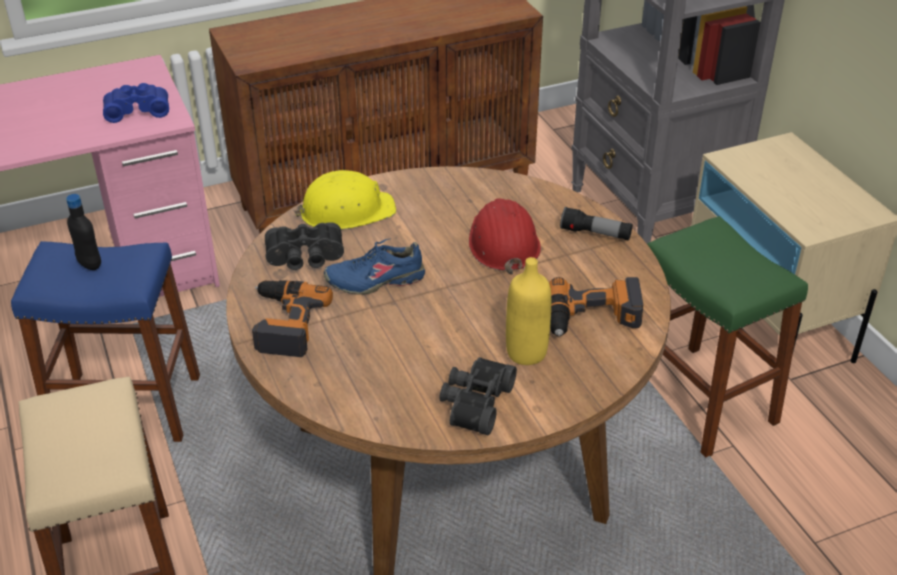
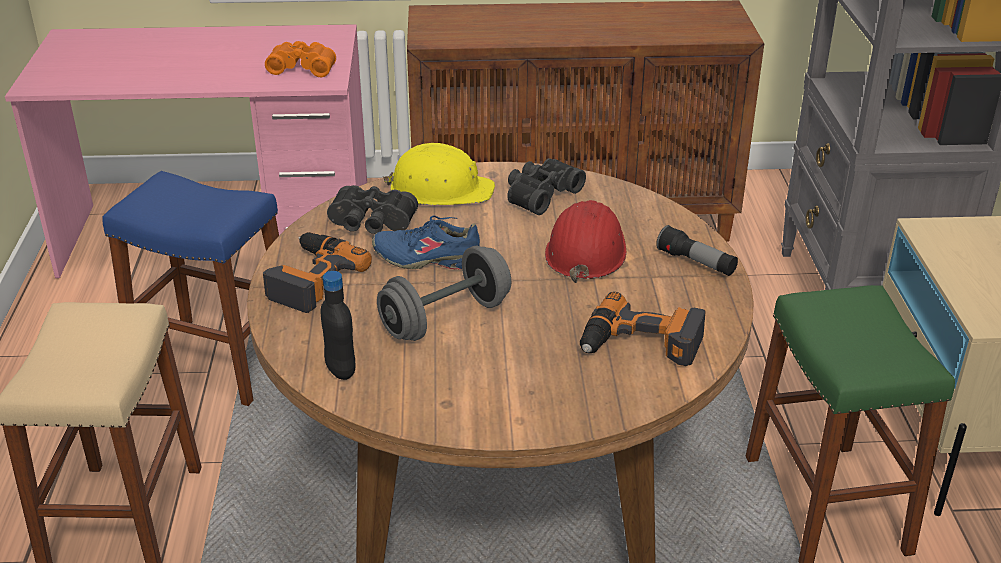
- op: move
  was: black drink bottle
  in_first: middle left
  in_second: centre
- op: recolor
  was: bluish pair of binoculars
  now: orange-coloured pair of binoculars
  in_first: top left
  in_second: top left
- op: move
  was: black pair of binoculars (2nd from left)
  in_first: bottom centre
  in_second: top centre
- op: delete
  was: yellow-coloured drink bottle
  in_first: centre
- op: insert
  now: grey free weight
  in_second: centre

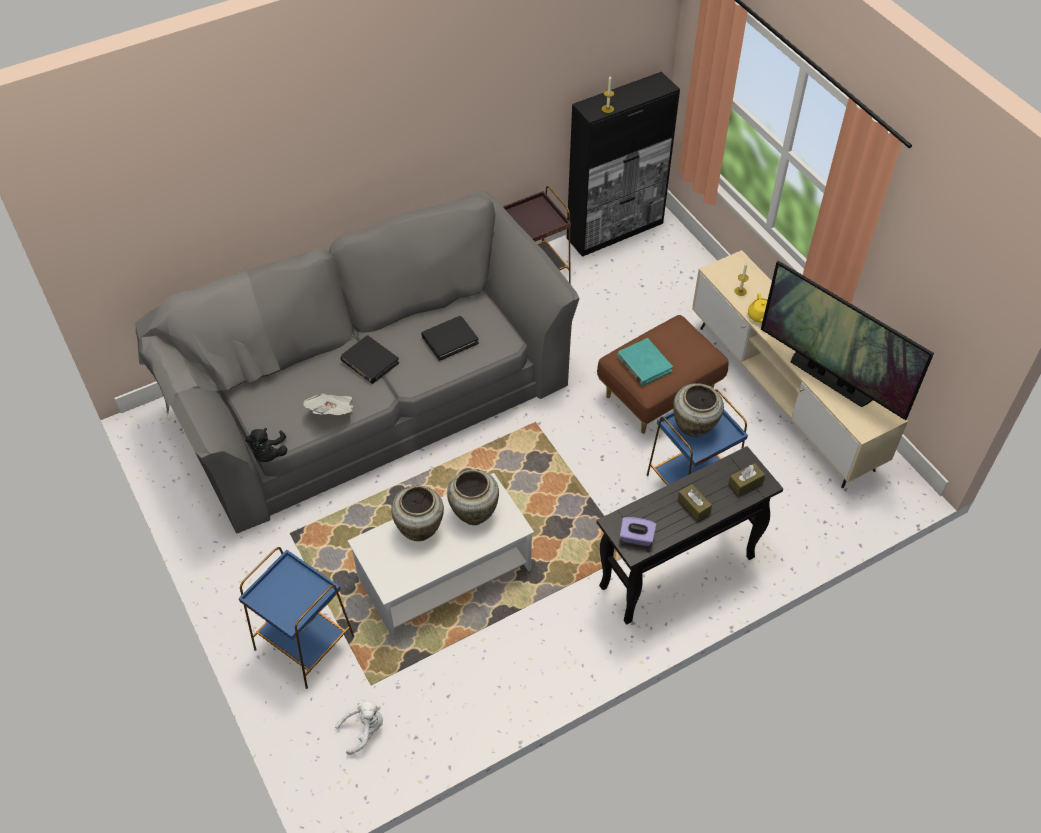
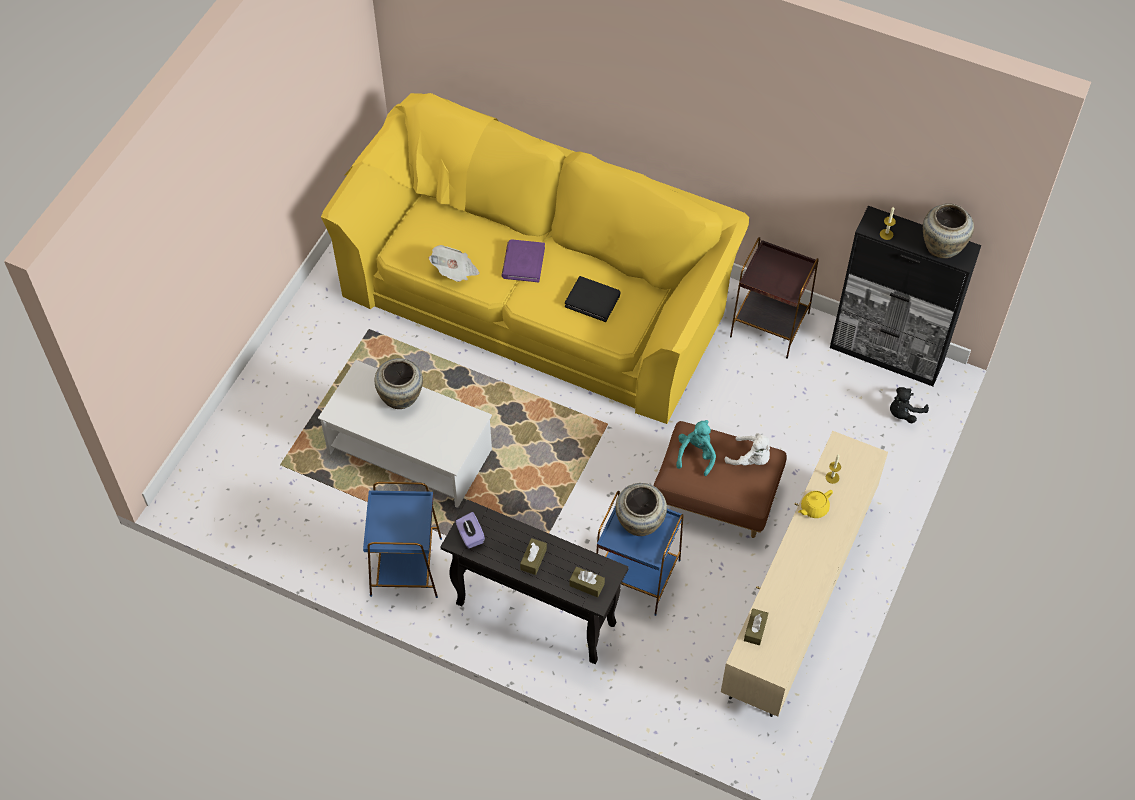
- op: recolor
  was: grey sofa
  now: yellow-coloured sofa
  in_first: centre
  in_second: top centre
- op: move
  was: bluish side table (1st from left)
  in_first: bottom left
  in_second: bottom centre
- op: move
  was: black plush toy
  in_first: middle left
  in_second: middle right
- op: move
  was: white-coloured plush toy
  in_first: bottom centre
  in_second: centre
- op: recolor
  was: black volume (1st from left)
  now: purplish volume
  in_first: centre
  in_second: top centre
- op: move
  was: sand-coloured vase (2nd from left in the first image)
  now: sand-coloured vase (3rd from left)
  in_first: centre
  in_second: top right
- op: replace
  was: blue-green volume
  now: blue-green plush toy
  in_first: centre
  in_second: centre
- op: delete
  was: TV
  in_first: middle right
- op: insert
  now: brownish tissue box (3rd from left)
  in_second: bottom centre

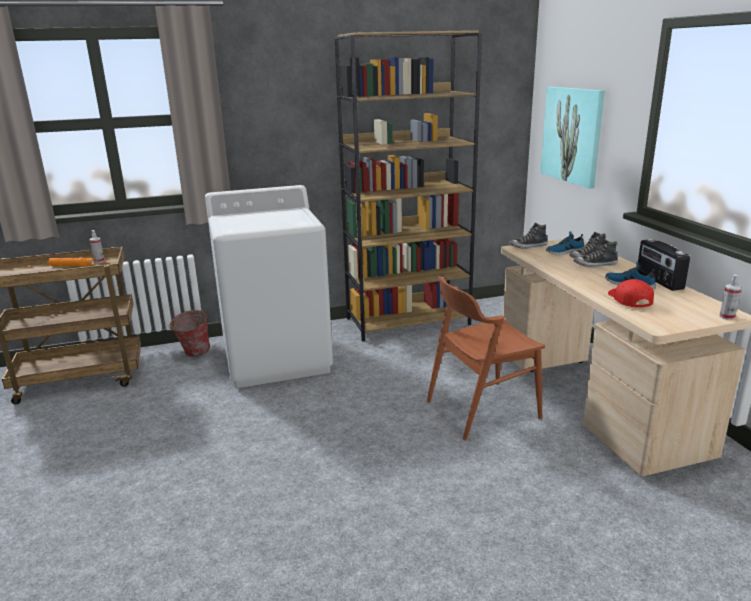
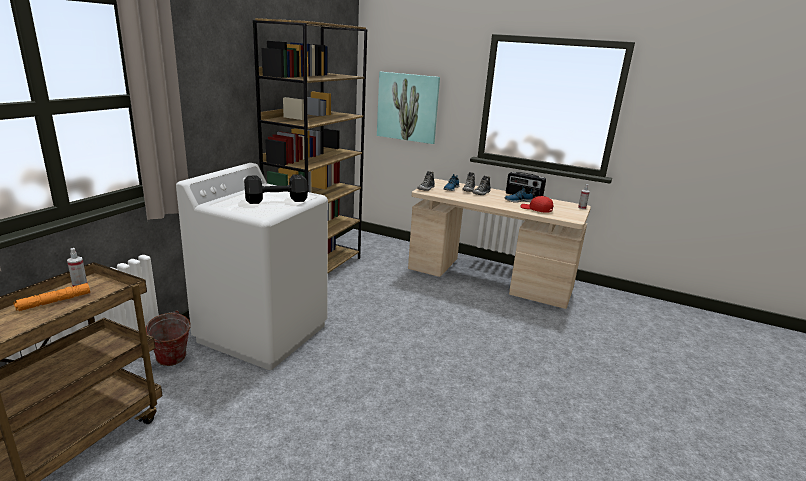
- op: delete
  was: brownish chair
  in_first: centre
- op: insert
  now: black free weight
  in_second: centre

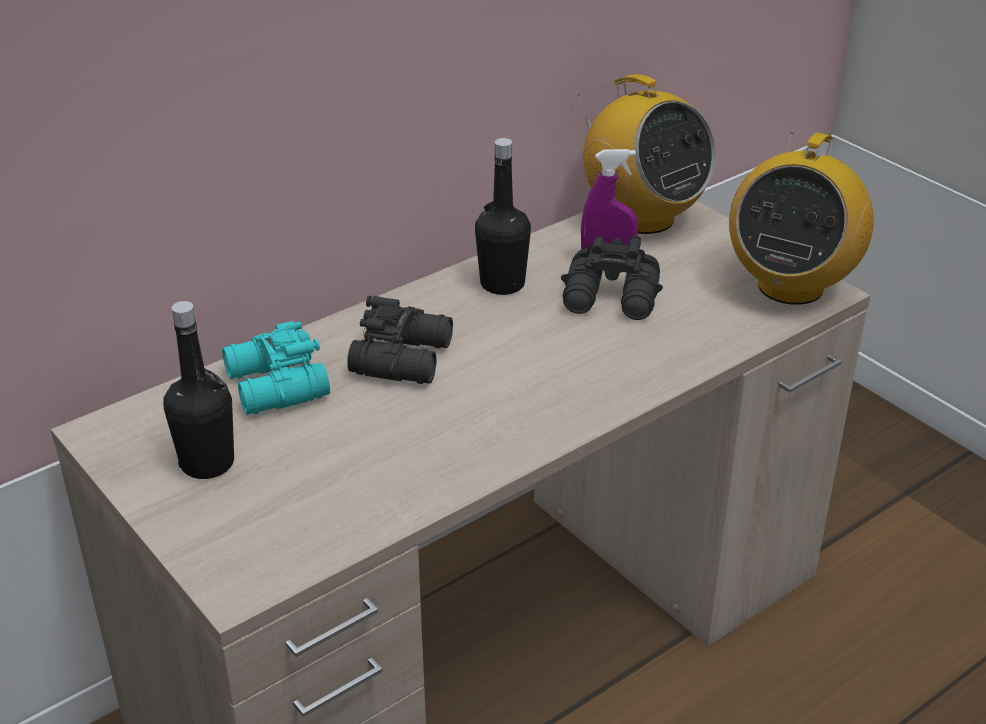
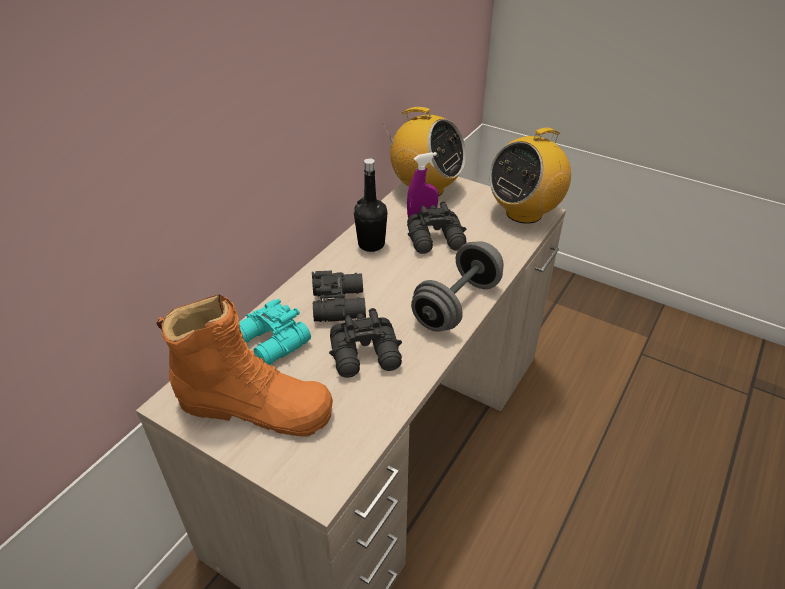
- op: replace
  was: black drink bottle (1st from left)
  now: orange-coloured tall boot
  in_first: middle left
  in_second: middle left
- op: rotate
  was: radio receiver (2nd from left)
  in_first: top right
  in_second: top right
  clockwise: 45
- op: insert
  now: black pair of binoculars (2nd from left)
  in_second: centre
- op: insert
  now: grey free weight
  in_second: centre

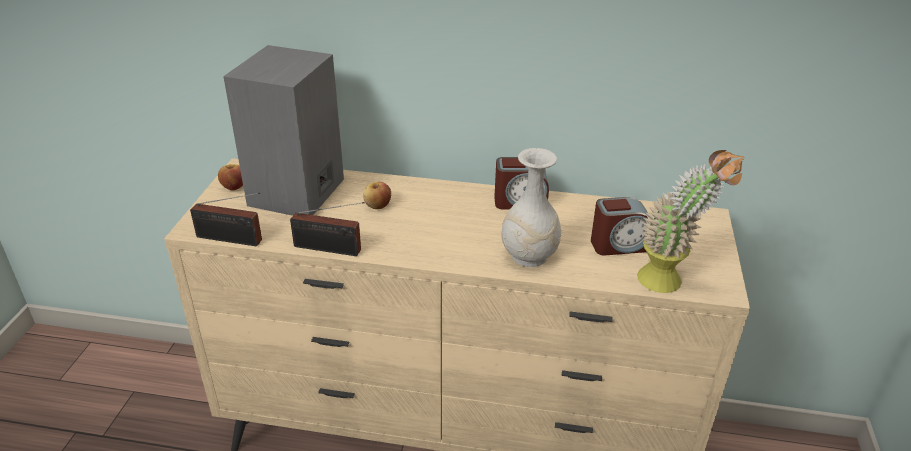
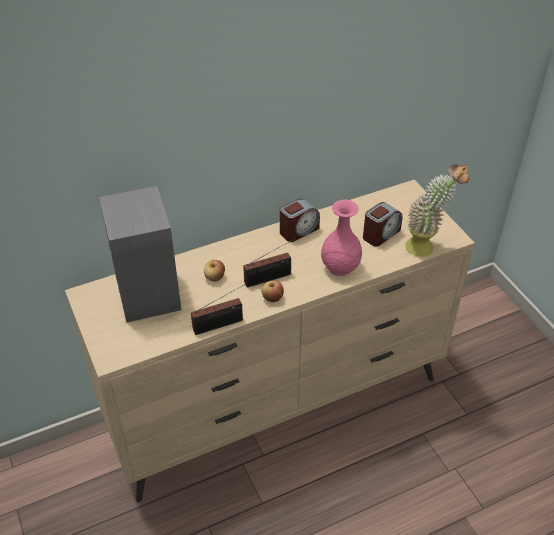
- op: move
  was: radio receiver (1st from left in the first image)
  now: radio receiver (2nd from left)
  in_first: middle left
  in_second: centre
- op: move
  was: apple (1st from left in the first image)
  now: apple (2nd from left)
  in_first: middle left
  in_second: centre
- op: recolor
  was: white-coloured vase
  now: pinkish vase
  in_first: centre
  in_second: centre

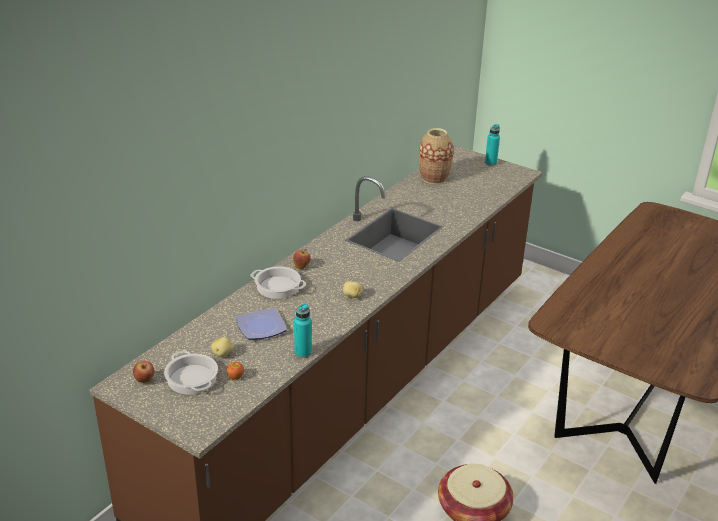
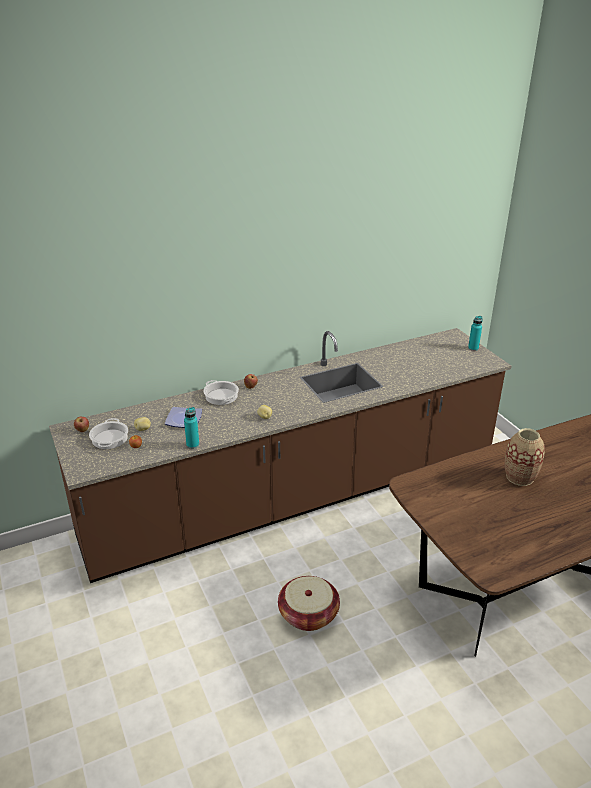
- op: move
  was: vase
  in_first: top centre
  in_second: middle right

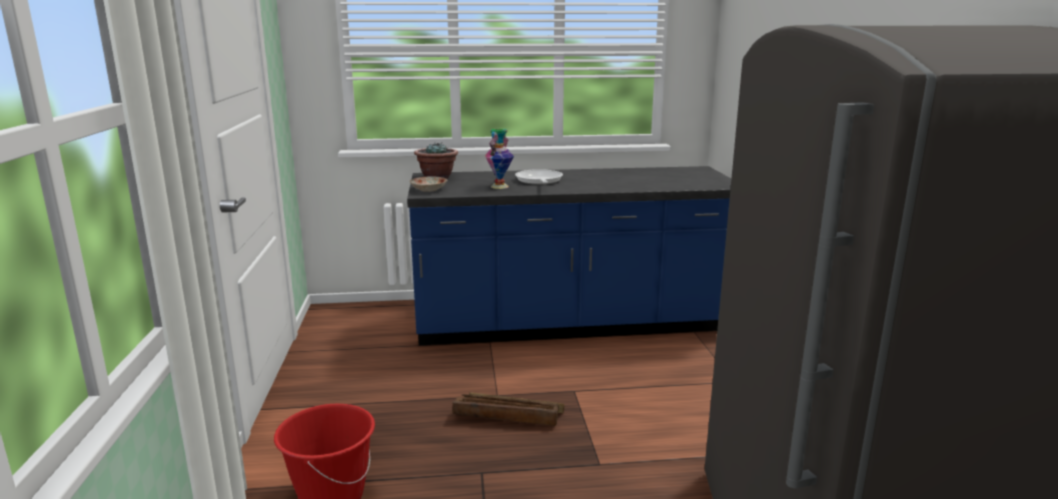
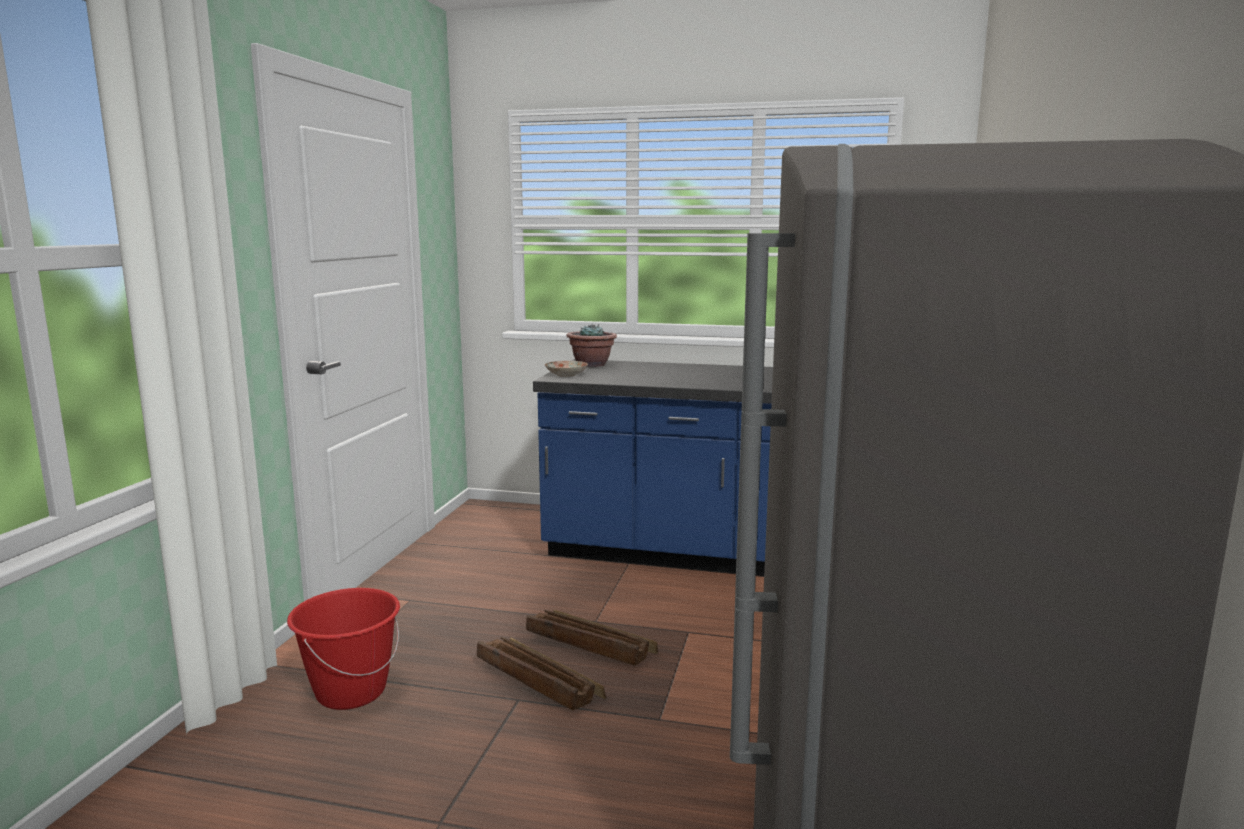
- op: delete
  was: vase
  in_first: top centre
- op: delete
  was: pan
  in_first: centre
- op: insert
  now: crate (1st from left)
  in_second: bottom centre

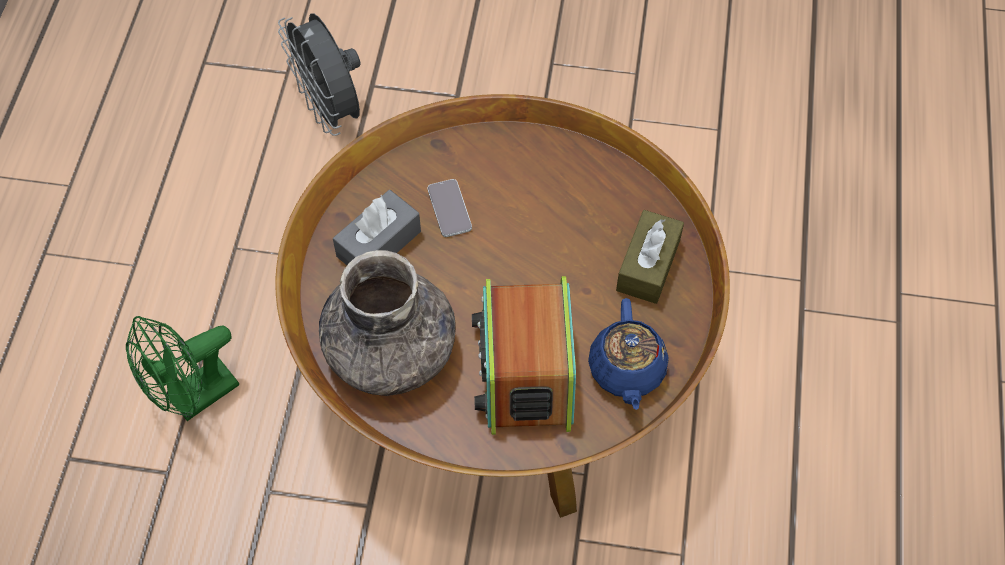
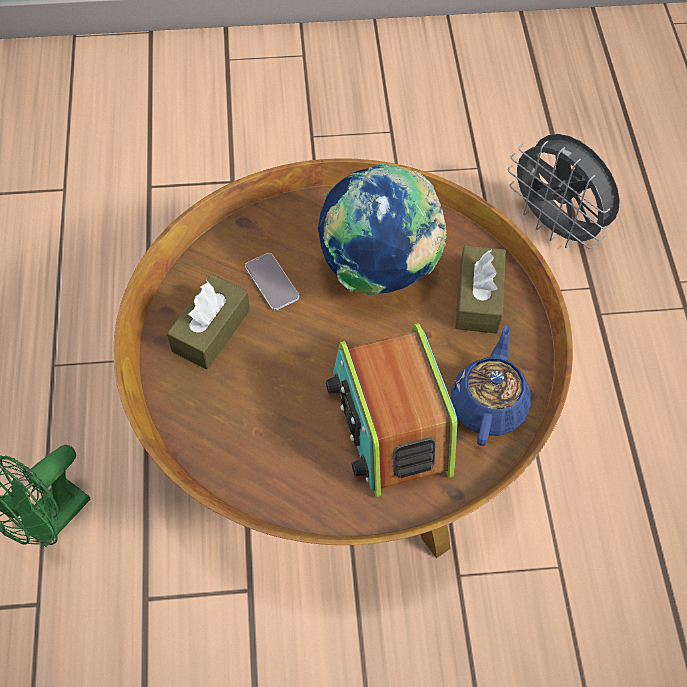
- op: move
  was: grey fan
  in_first: top left
  in_second: top right
- op: delete
  was: grey vase
  in_first: centre
- op: recolor
  was: grey tissue box
  now: brownish tissue box (1st from left)
  in_first: centre
  in_second: middle left
- op: rotate
  was: bluish pot for tea
  in_first: centre
  in_second: middle right
  clockwise: -150
- op: insert
  now: world globe
  in_second: centre

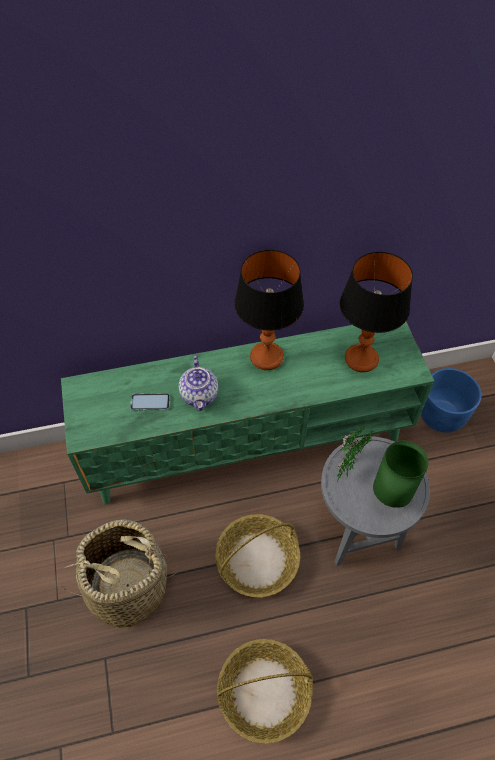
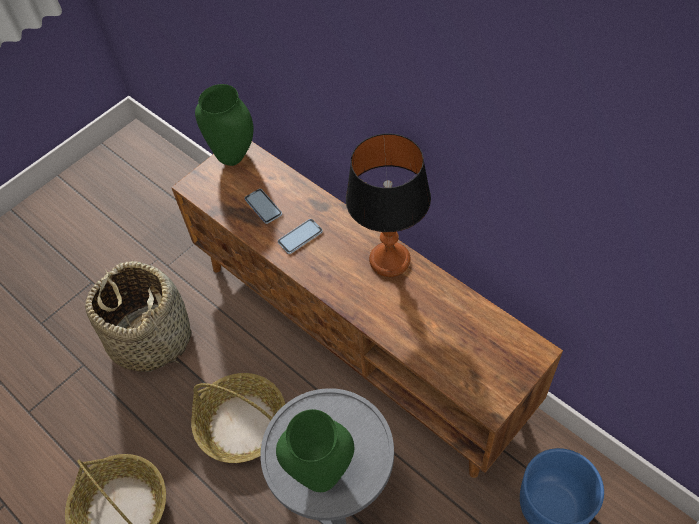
- op: recolor
  was: green-coloured tv stand
  now: brownish tv stand
  in_first: centre
  in_second: centre
- op: replace
  was: pot for tea
  now: phone (2nd from left)
  in_first: centre
  in_second: centre
- op: delete
  was: potted plant
  in_first: middle right
- op: delete
  was: tabletop lamp (2nd from left)
  in_first: middle right
- op: insert
  now: green-coloured vase (1st from left)
  in_second: top left

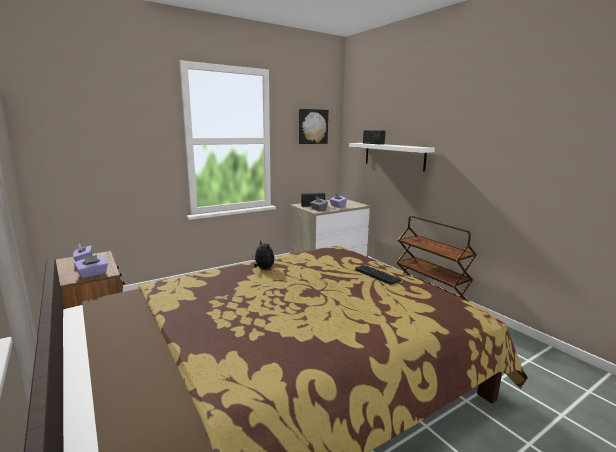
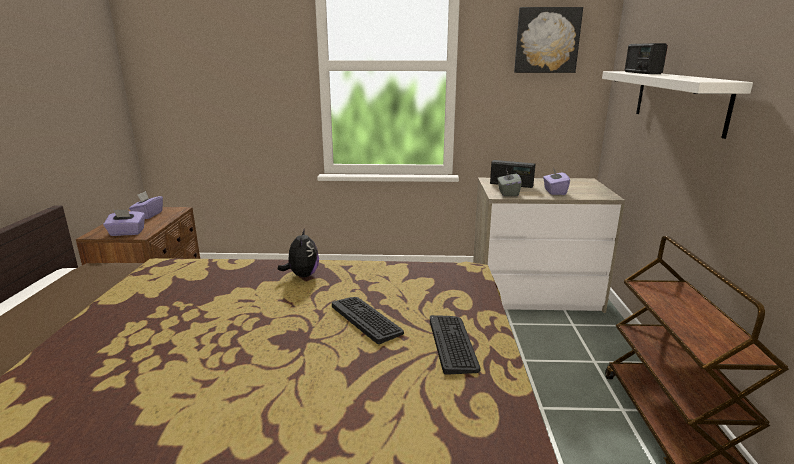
- op: insert
  now: computer keyboard (1st from left)
  in_second: bottom centre

